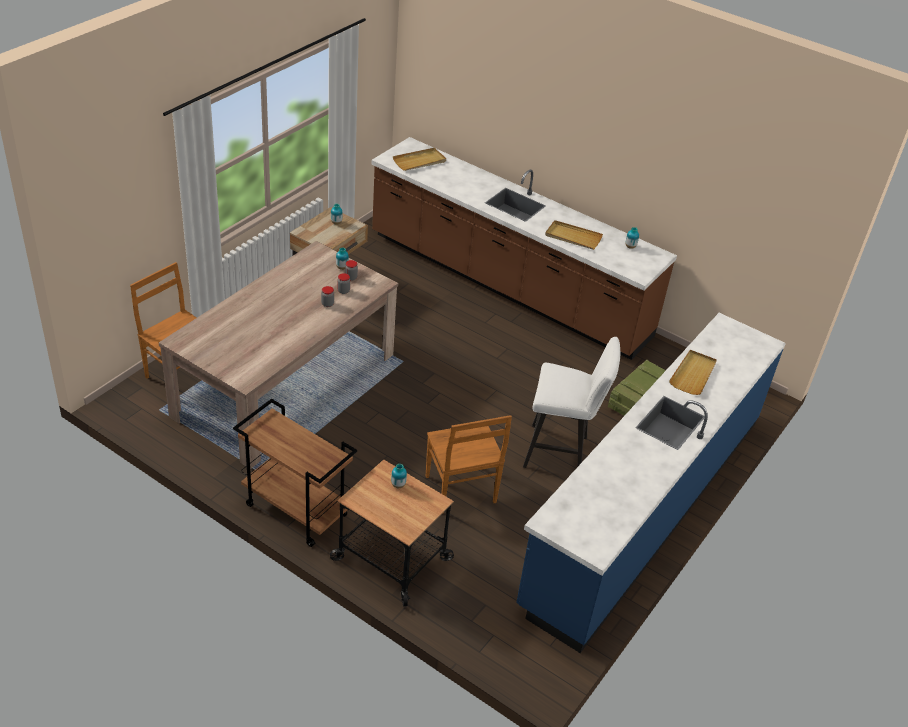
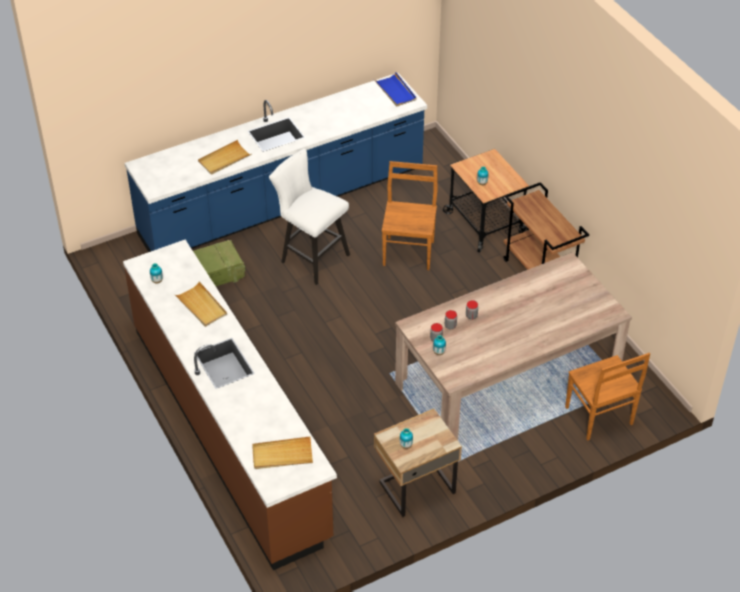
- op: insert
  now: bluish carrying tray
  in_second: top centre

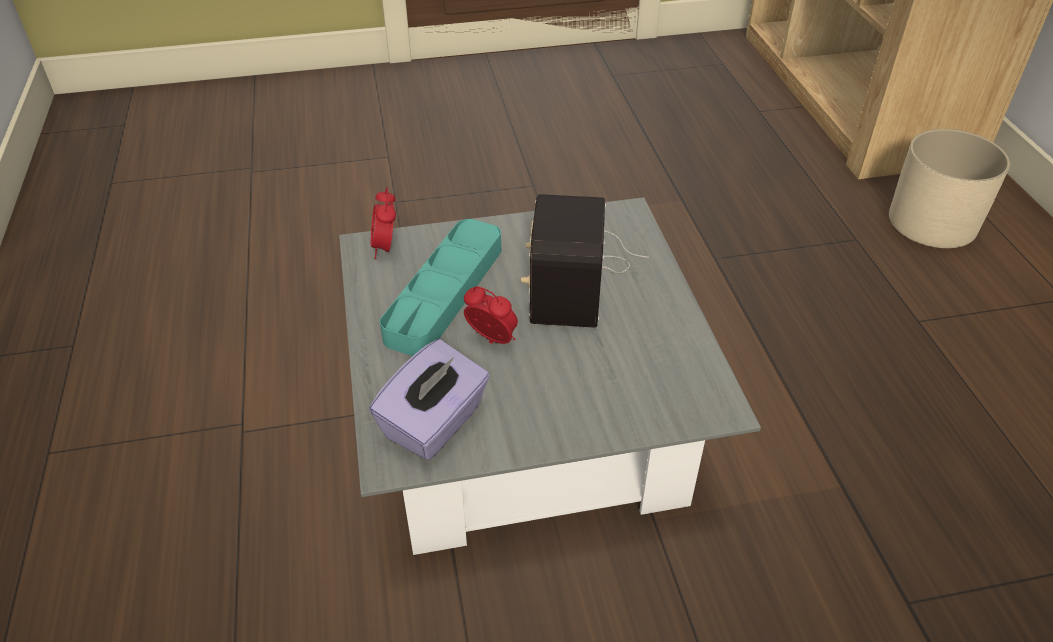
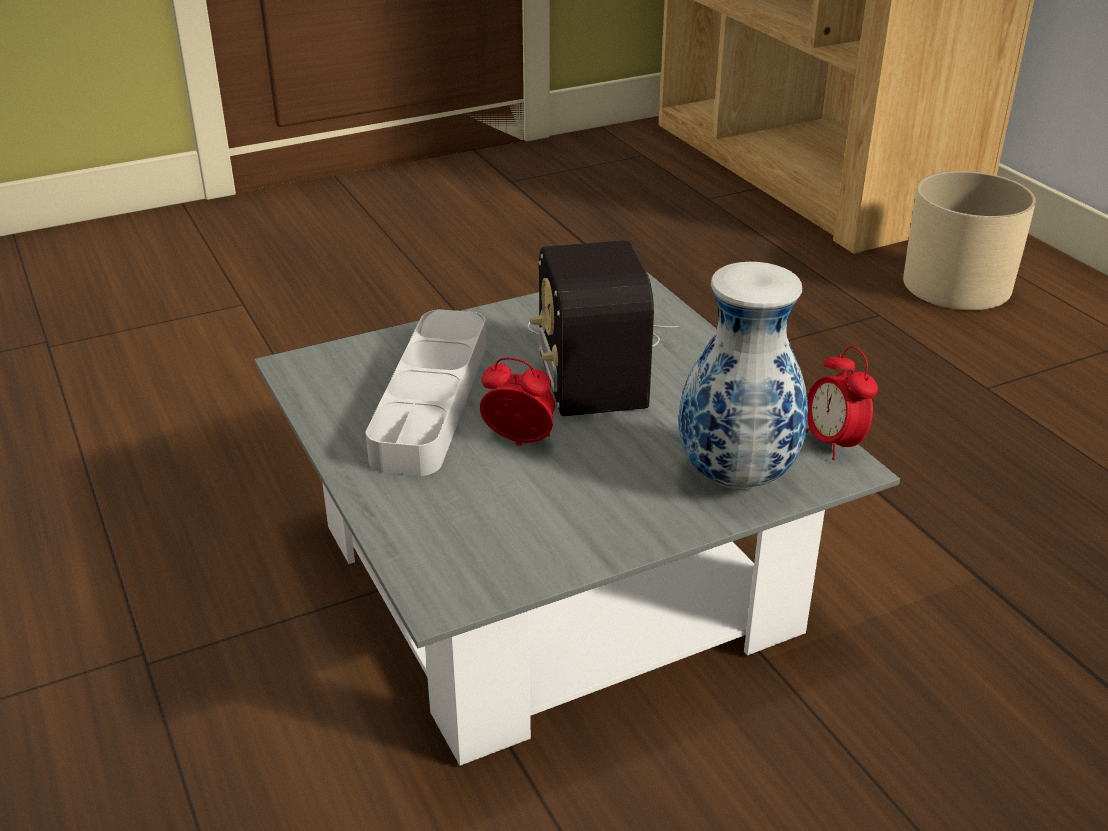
- op: delete
  was: purplish tissue box
  in_first: centre
- op: move
  was: bedside clock (1st from left in the first image)
  now: bedside clock (2nd from left)
  in_first: centre
  in_second: middle right
- op: recolor
  was: blue-green carrying tray
  now: grey carrying tray
  in_first: centre
  in_second: centre
- op: insert
  now: vase
  in_second: middle right

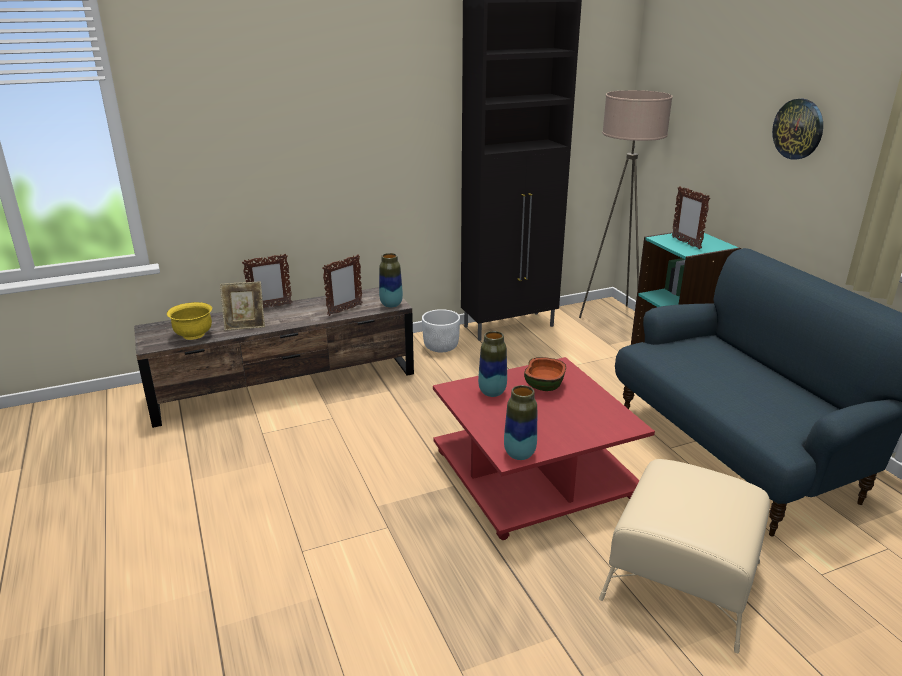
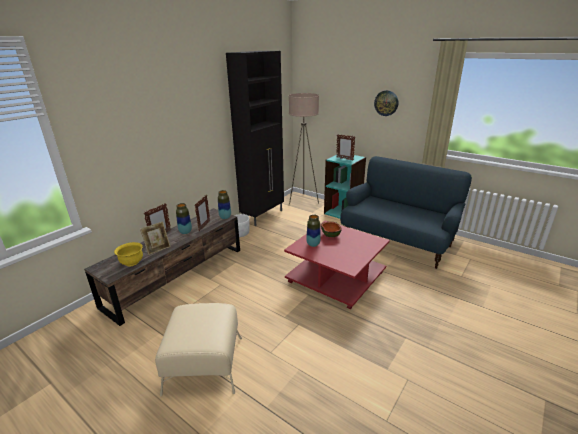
- op: move
  was: vase (3rd from left in the first image)
  now: vase (1st from left)
  in_first: centre
  in_second: middle left
- op: move
  was: sand-coloured pouffe
  in_first: bottom right
  in_second: bottom centre

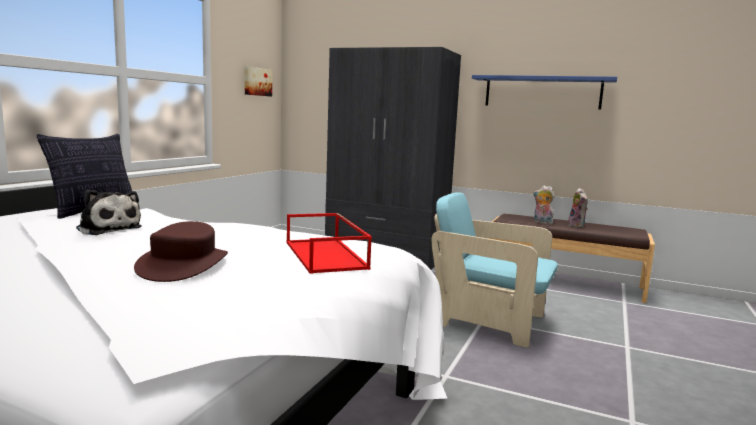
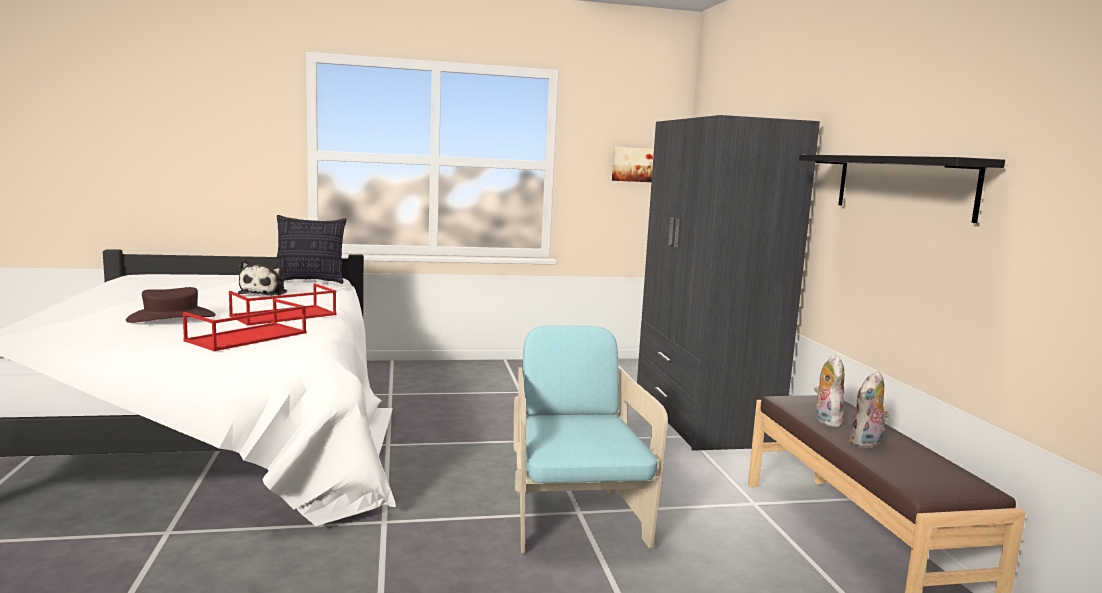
- op: recolor
  was: bluish bracket shelf
  now: black bracket shelf
  in_first: top right
  in_second: top right
- op: insert
  now: red carrying tray (2nd from left)
  in_second: middle left

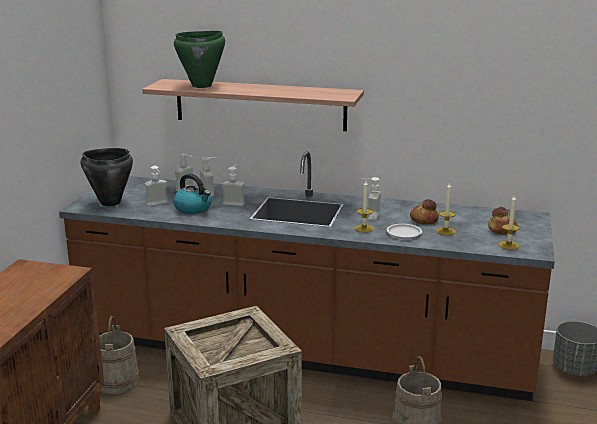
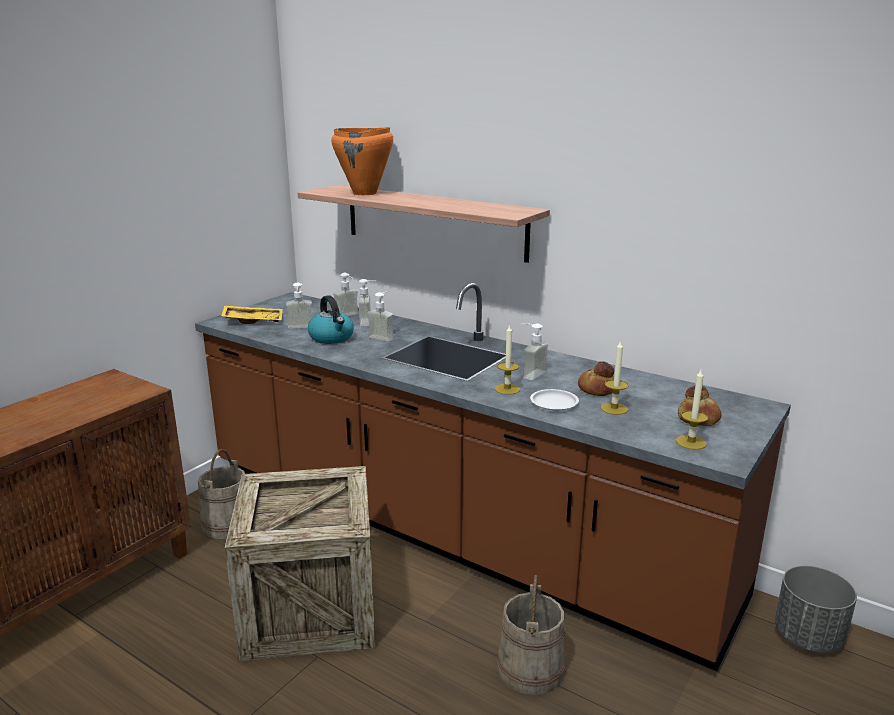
- op: replace
  was: black stockpot
  now: yellow-coloured carrying tray
  in_first: middle left
  in_second: middle left
- op: recolor
  was: green-coloured stockpot
  now: orange-coloured stockpot
  in_first: top centre
  in_second: top centre

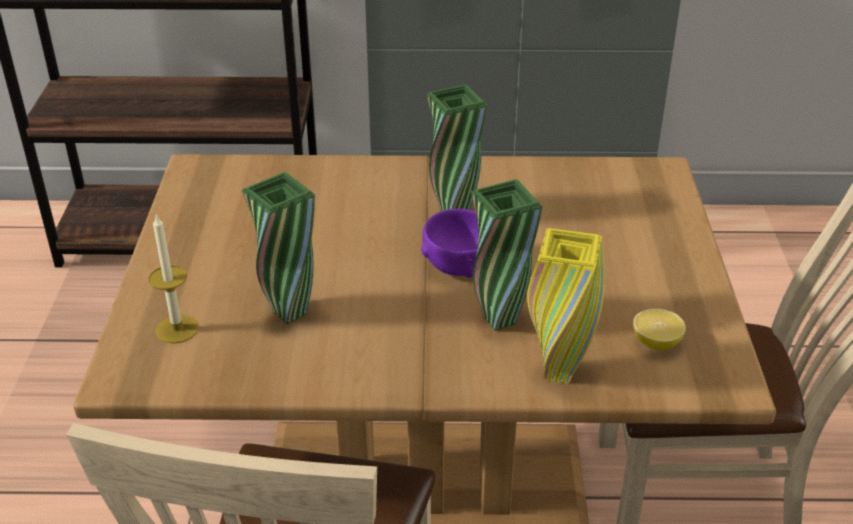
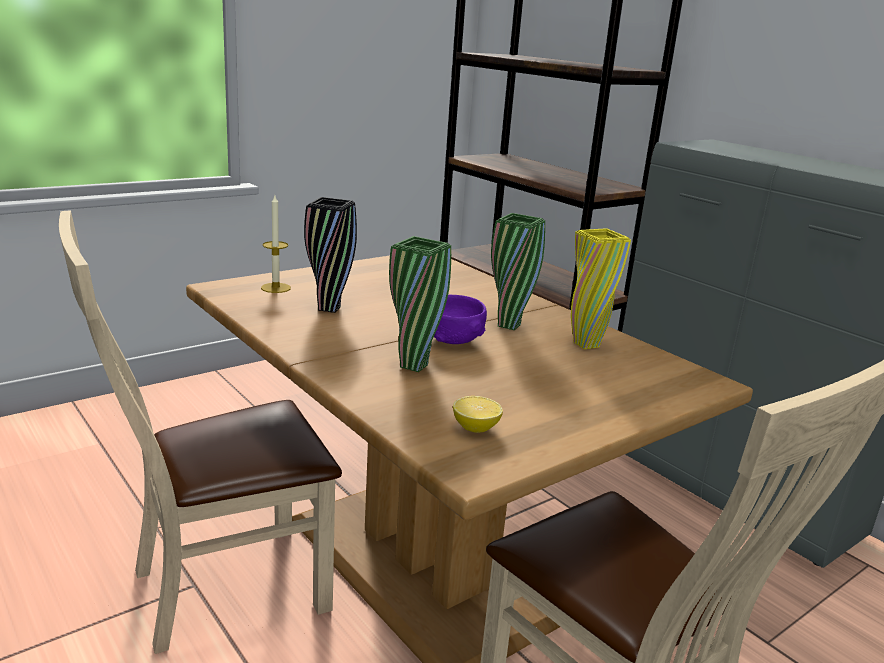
- op: recolor
  was: green-coloured vase (1st from left)
  now: black vase
  in_first: middle left
  in_second: centre
- op: move
  was: yellow-coloured vase
  in_first: centre
  in_second: middle right

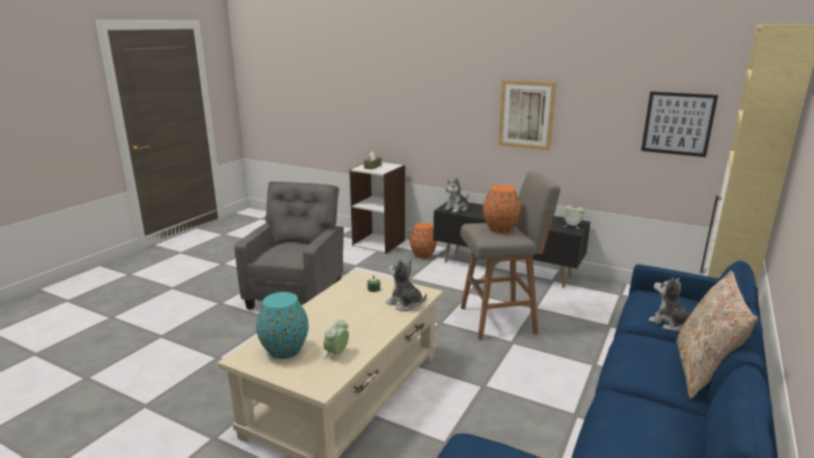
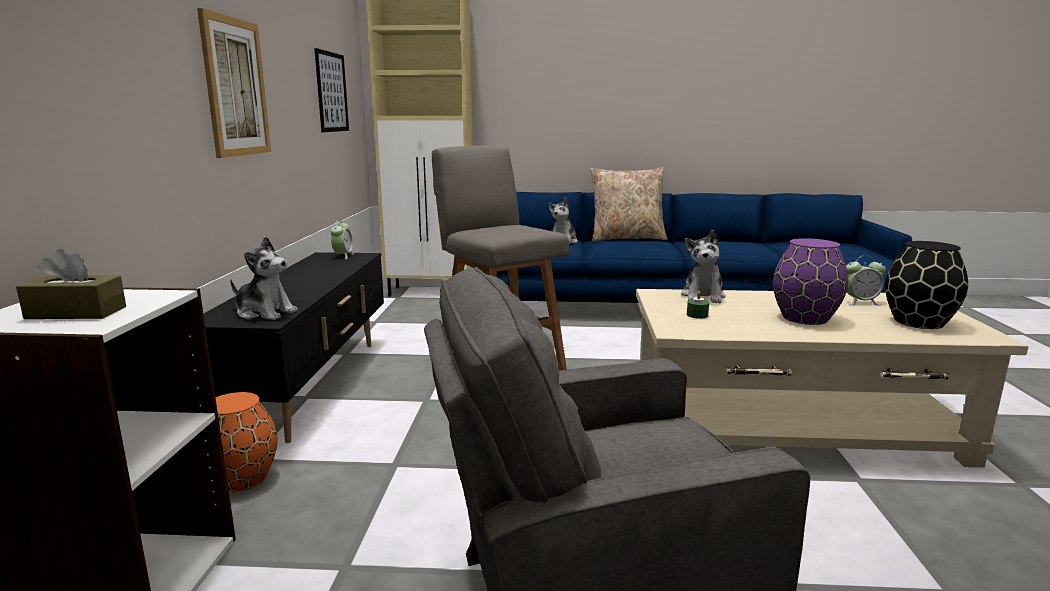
- op: recolor
  was: blue-green vase
  now: black vase
  in_first: bottom centre
  in_second: middle right
- op: delete
  was: orange-coloured vase (2nd from left)
  in_first: centre
- op: insert
  now: purplish vase
  in_second: middle right

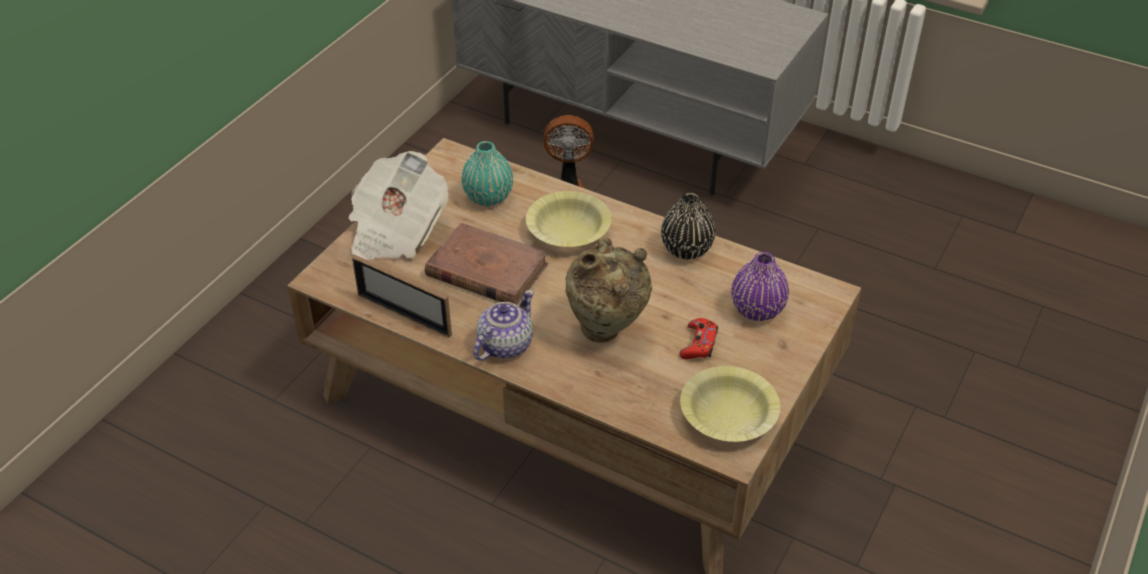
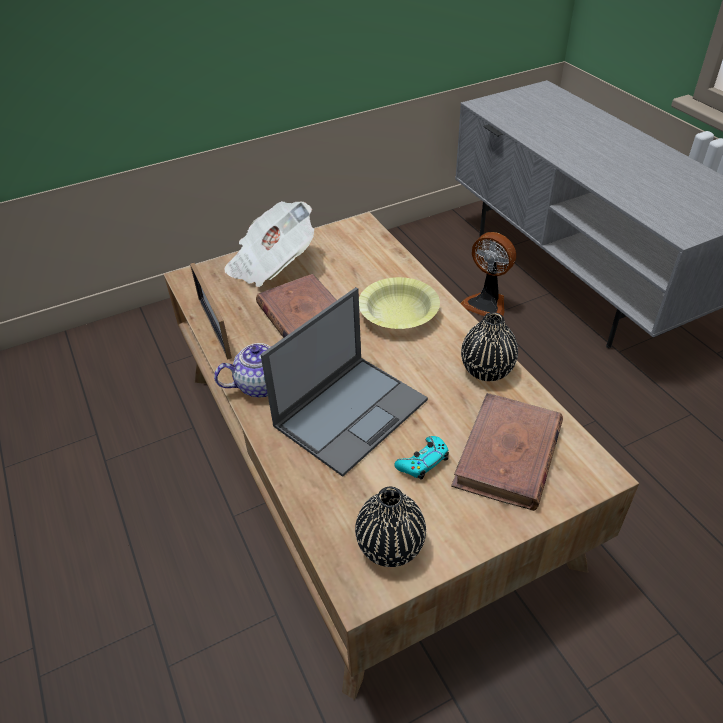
- op: delete
  was: blue-green vase
  in_first: top centre
- op: replace
  was: sand-coloured vase
  now: notebook computer
  in_first: centre
  in_second: centre
- op: recolor
  was: red gamepad
  now: blue-green gamepad
  in_first: centre
  in_second: centre
- op: replace
  was: yellow-coloured serving bowl (2nd from left)
  now: black vase (1st from left)
  in_first: bottom centre
  in_second: bottom centre
- op: replace
  was: purplish vase
  now: brownish volume (2nd from left)
  in_first: centre
  in_second: middle right

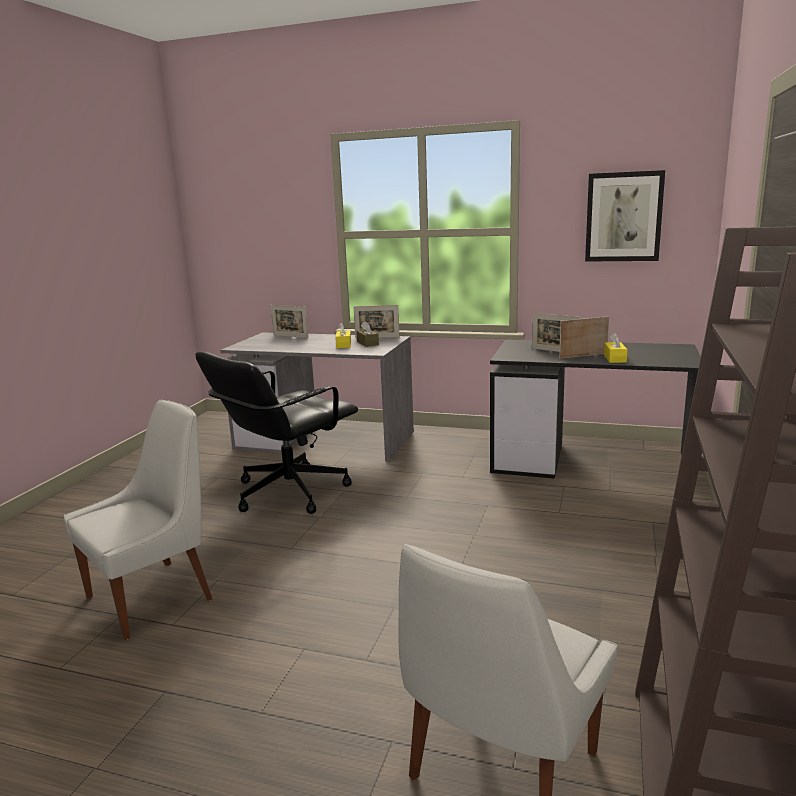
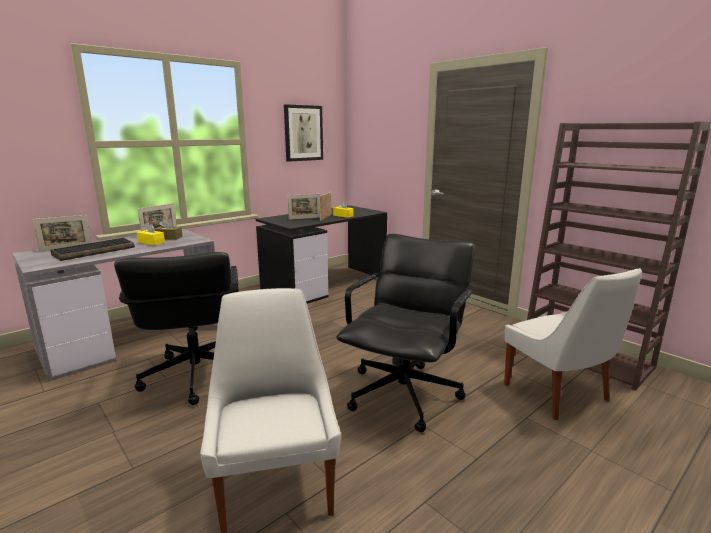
- op: insert
  now: computer keyboard
  in_second: middle left
- op: insert
  now: black computer chair (2nd from left)
  in_second: centre

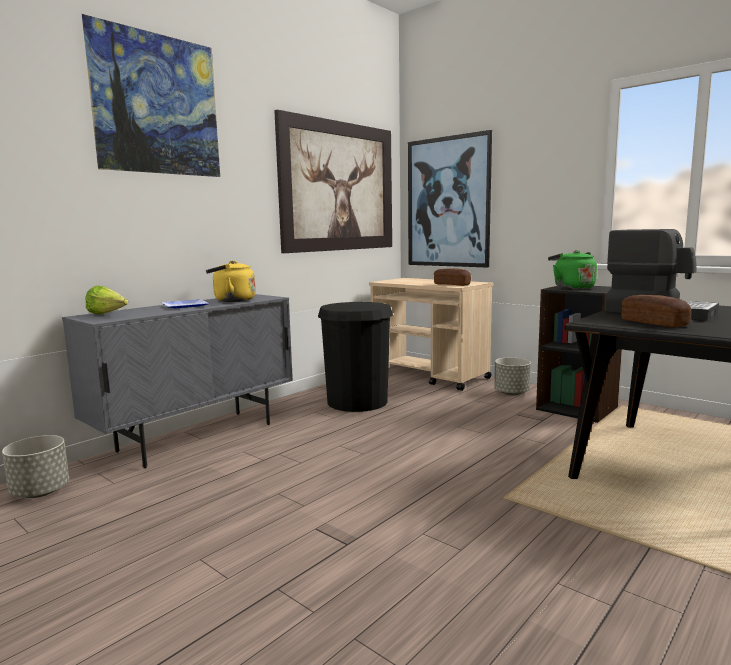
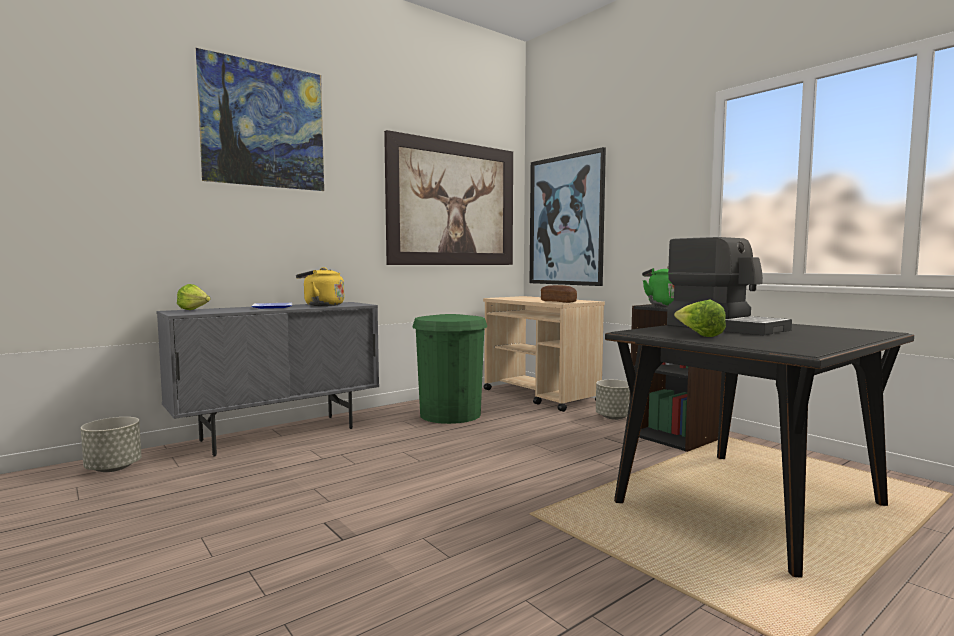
- op: recolor
  was: black waste bin
  now: green-coloured waste bin
  in_first: centre
  in_second: centre
- op: replace
  was: bakery bread (2nd from left)
  now: lettuce (2nd from left)
  in_first: middle right
  in_second: middle right

